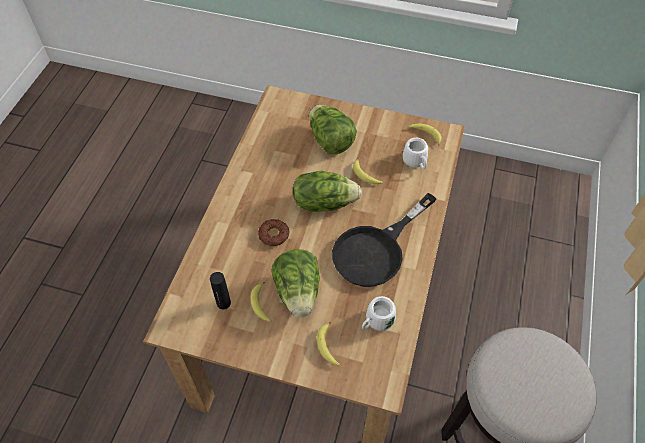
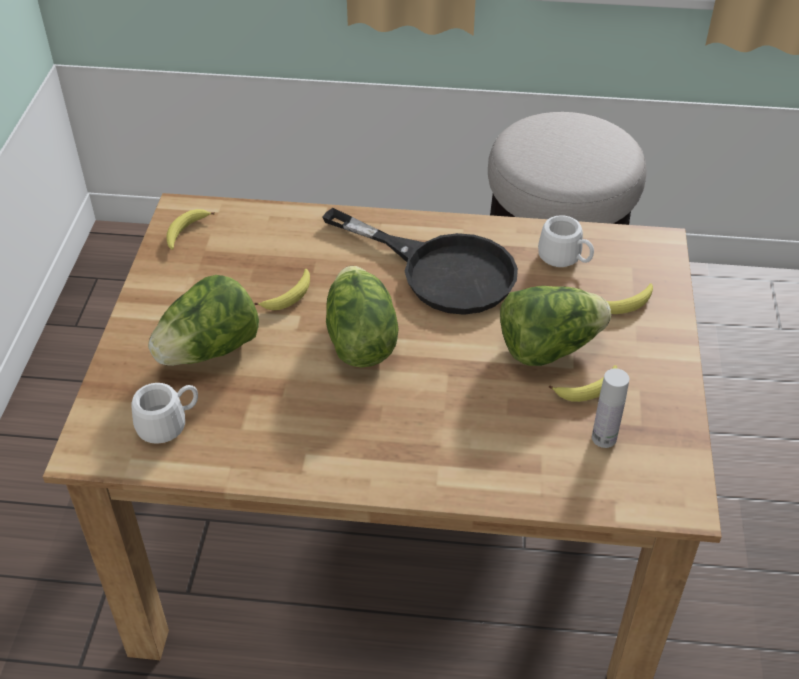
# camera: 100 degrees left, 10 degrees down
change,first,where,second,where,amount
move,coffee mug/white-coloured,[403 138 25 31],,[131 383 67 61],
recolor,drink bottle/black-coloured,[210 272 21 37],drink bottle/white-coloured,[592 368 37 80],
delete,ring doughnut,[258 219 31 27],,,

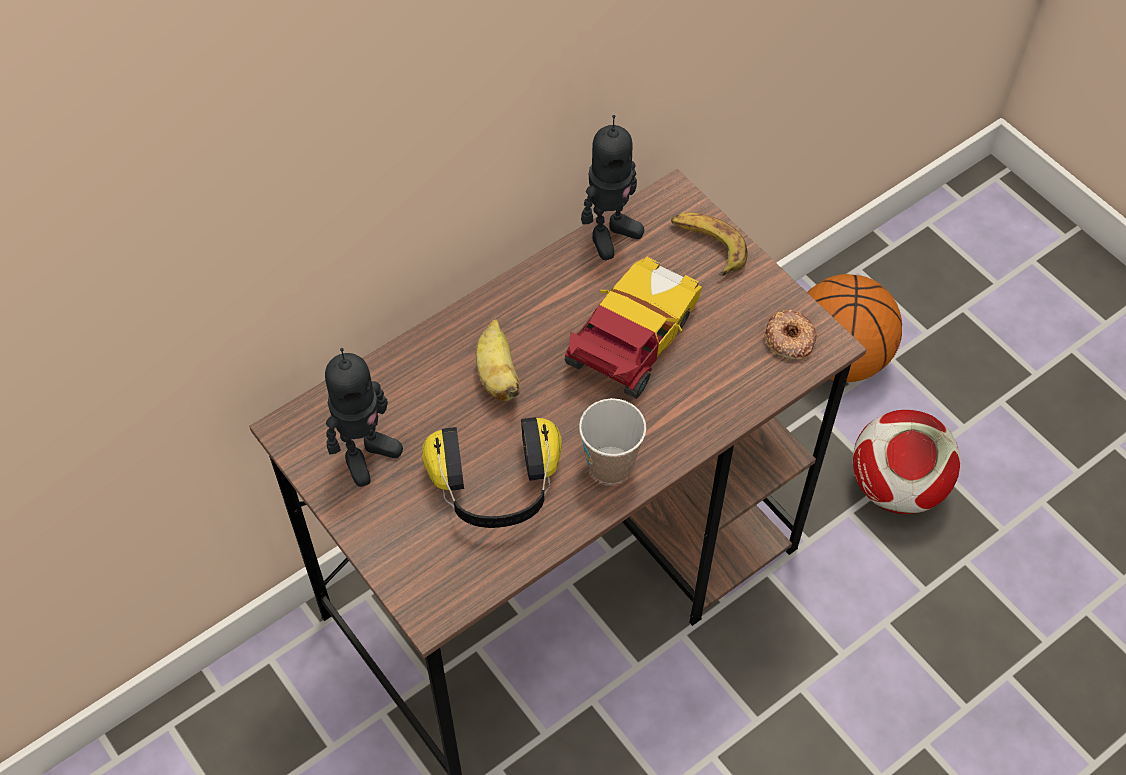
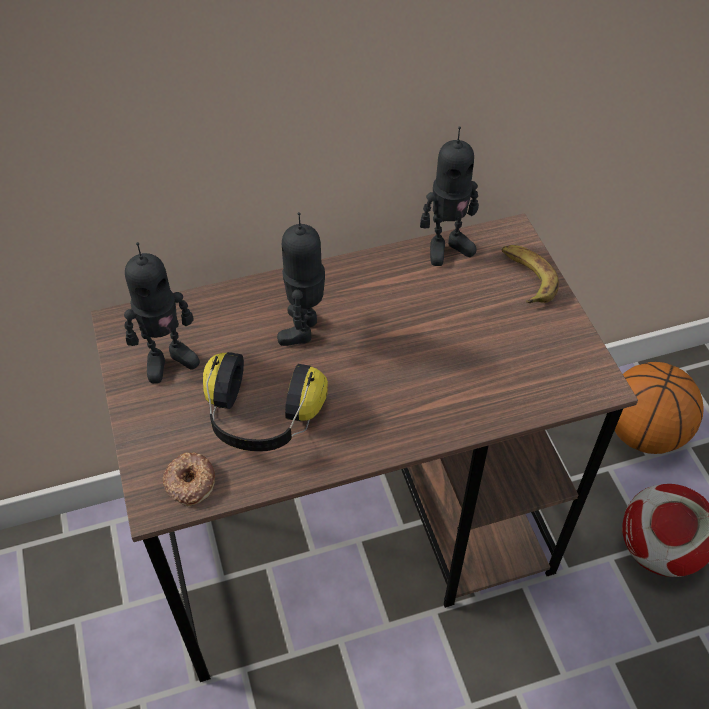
# camera: 20 degrees right, 5 degrees down
change,first,where,second,where,amount
move,ring doughnut,[764 310 53 50],,[163 452 52 54],
replace,banana,[476 319 44 82],toy robot,[277 212 48 134],
delete,miniature car,[565 256 137 143],,,
delete,small cup,[579 398 67 86],,,

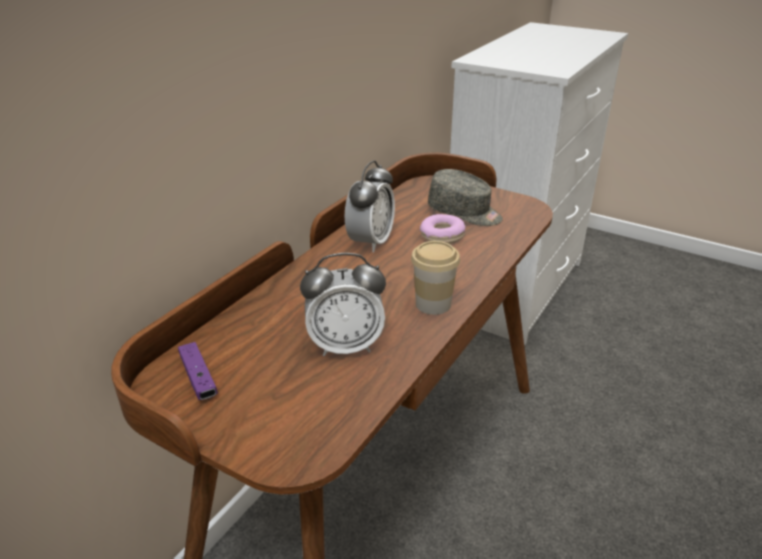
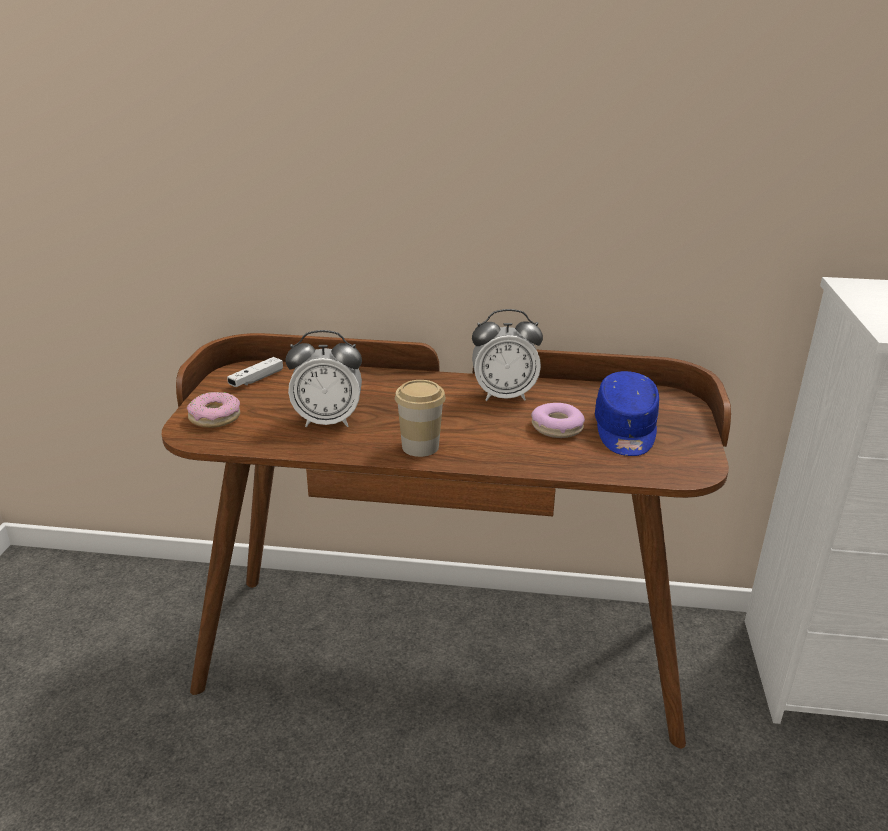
# camera: 65 degrees right, 5 degrees down
change,first,where,second,where,amount
insert,,,ring doughnut,[187 392 53 36],
recolor,joypad/purple,[178 342 40 58],joypad/white-coloured,[227 357 56 30],
rotate,table clock,[300 253 86 103],,[286 330 76 97],60 degrees counterclockwise
recolor,peaked cap/gray,[428 169 75 57],peaked cap/bluish,[595 371 64 85],

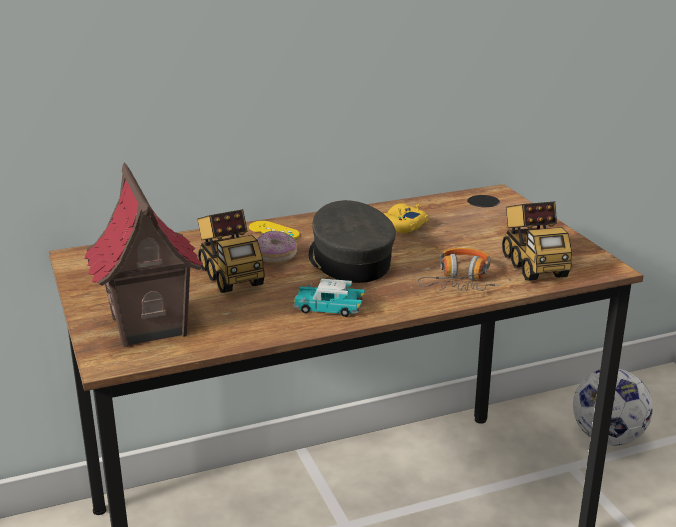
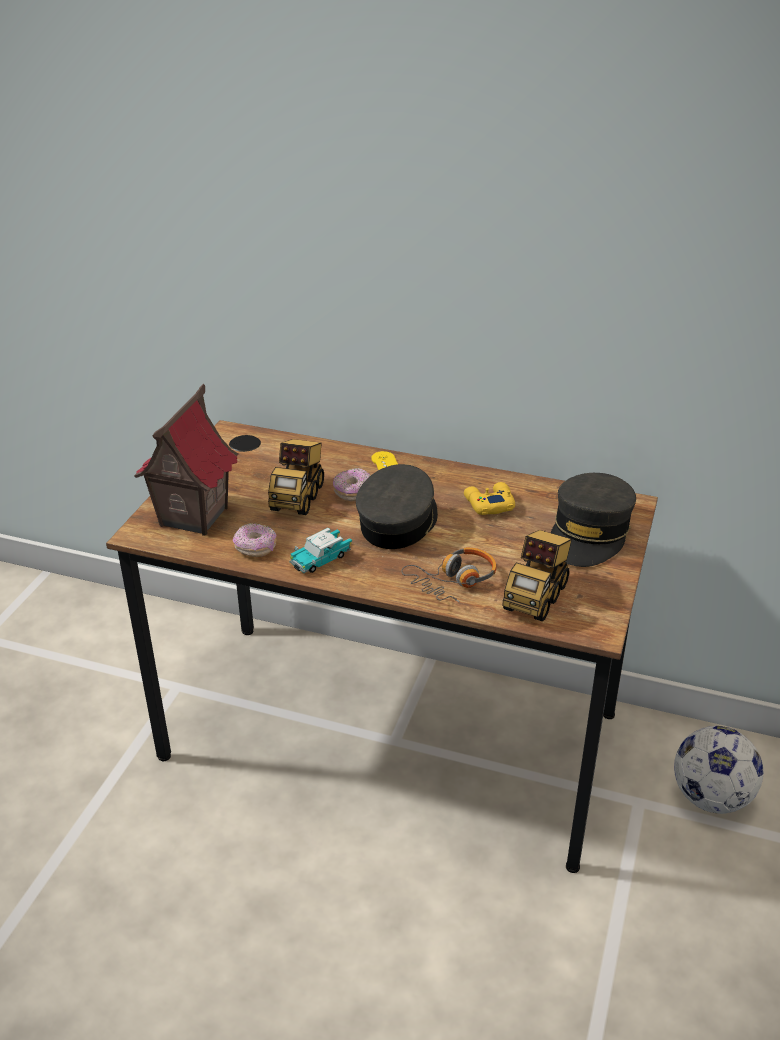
# camera: 40 degrees right, 10 degrees up
change,first,where,second,where,amount
insert,,,ring doughnut,[233 523 44 34],
rotate,miniature car,[293 279 72 38],,[289 528 63 45],90 degrees counterclockwise
insert,,,peaked cap/gray,[551 473 85 94],

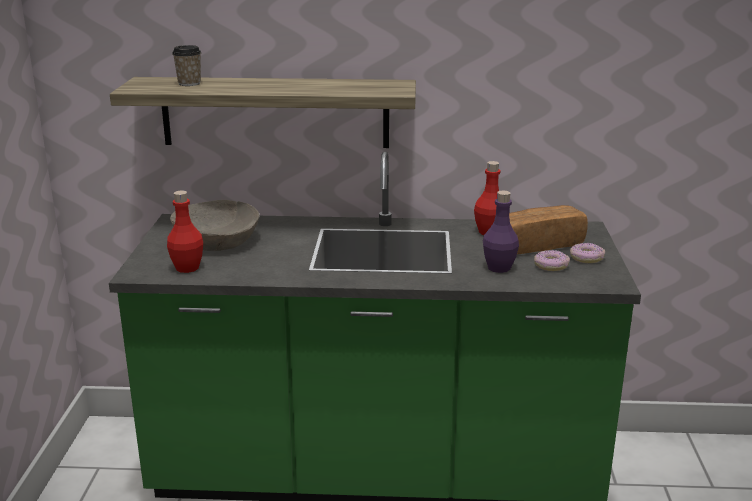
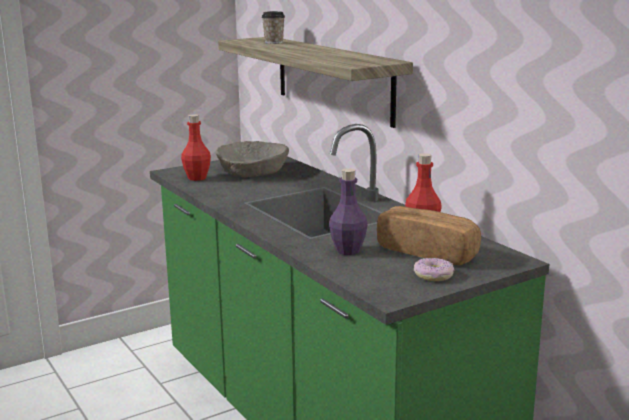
# camera: 55 degrees right, 5 degrees down
change,first,where,second,where,amount
delete,ring doughnut,[534 250 36 21],,,

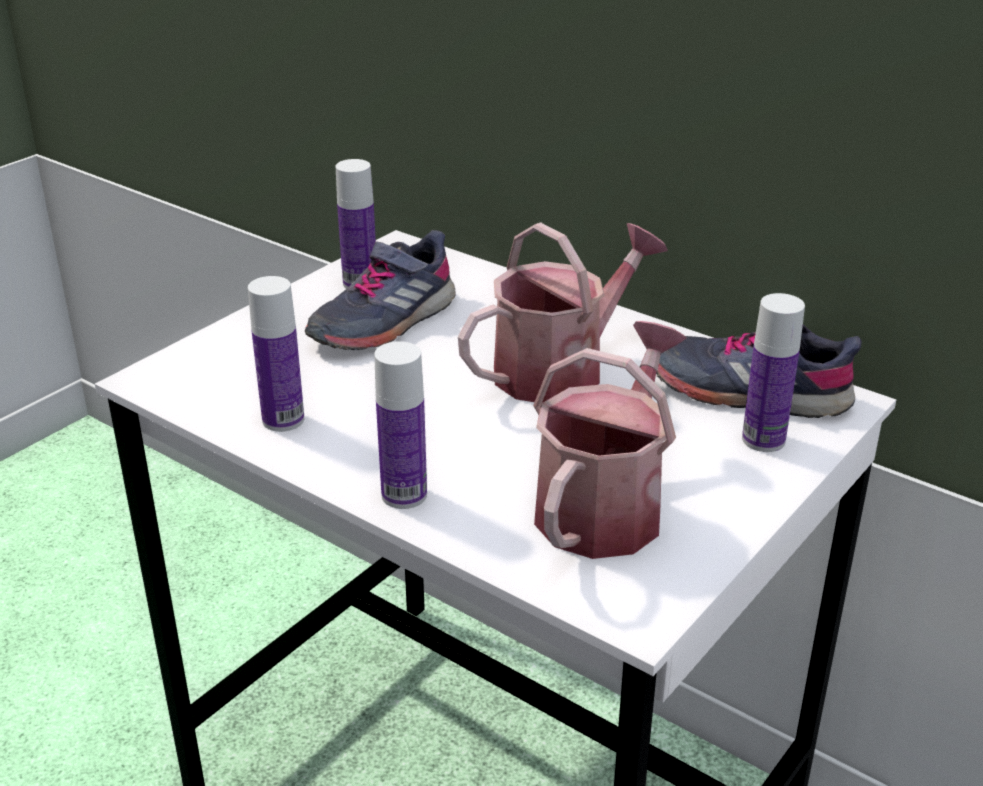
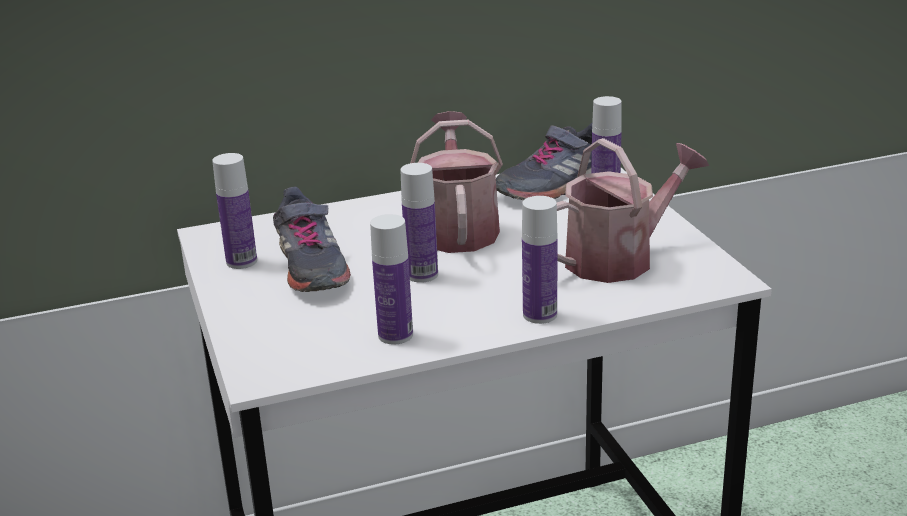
# camera: 55 degrees left, 5 degrees down
change,first,where,second,where,amount
insert,,,drink bottle,[400 163 38 120],
rotate,watering can,[533 321 154 238],,[557 138 152 145],90 degrees clockwise

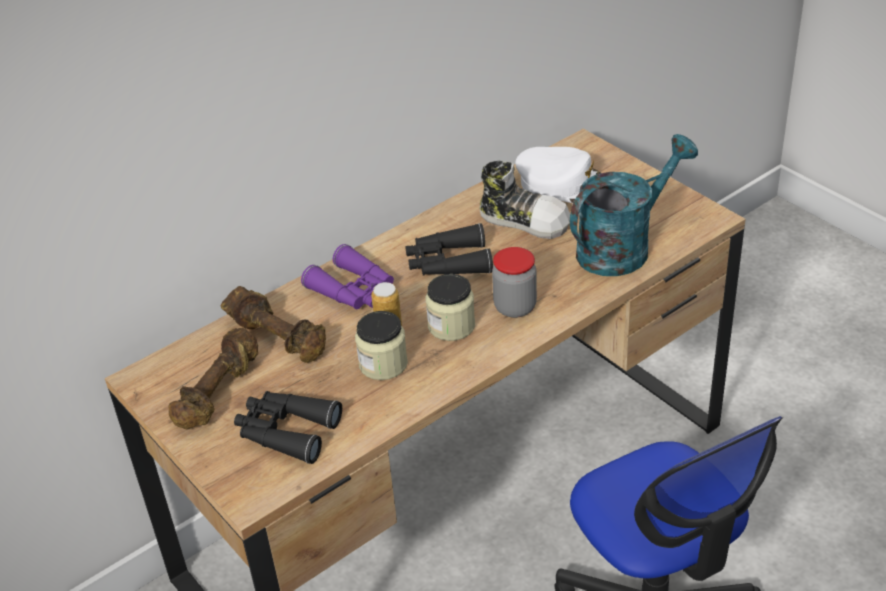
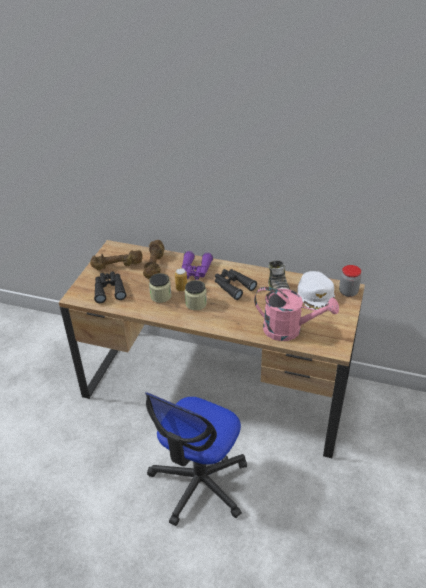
# camera: 55 degrees right, 0 degrees up
change,first,where,second,where,amount
recolor,watering can/turquoise-coloured,[570 134 128 142],watering can/pink-coloured,[254 287 85 54],
move,storage jar,[492 247 45 71],,[339 265 22 32],

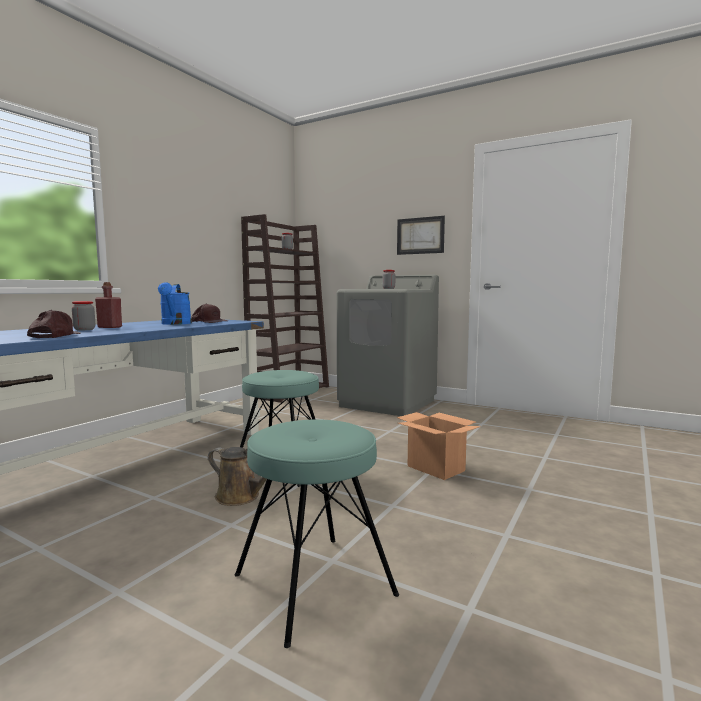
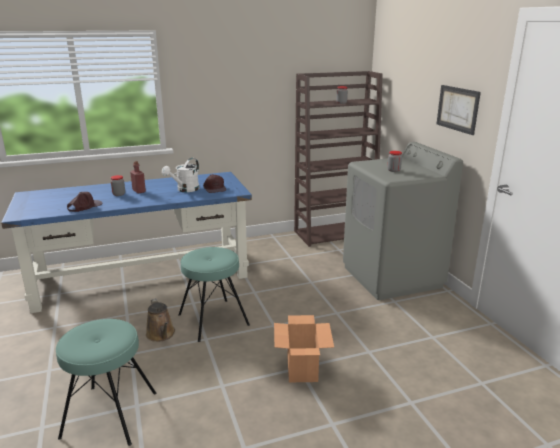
# camera: 40 degrees right, 15 degrees up
change,first,where,second,where,amount
recolor,watering can/bluish,[158 282 34 43],watering can/white-coloured,[162 158 37 34],

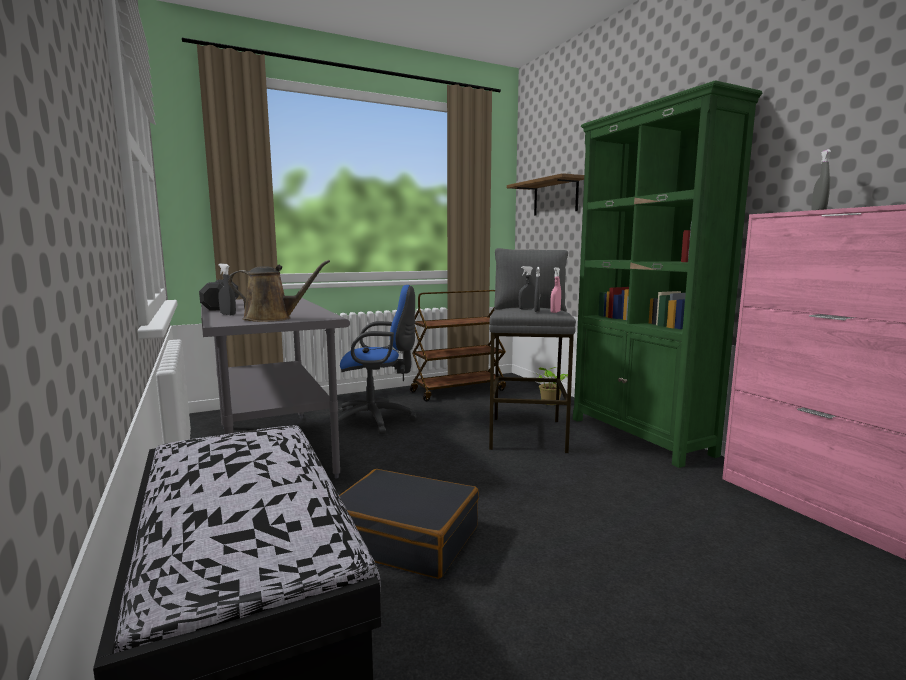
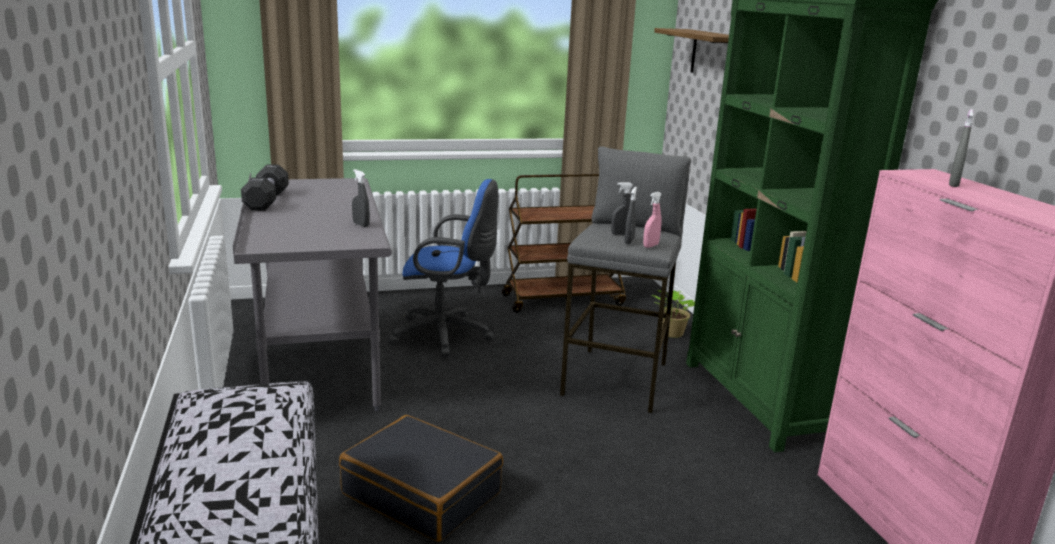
# camera: 10 degrees right, 10 degrees up
change,first,where,second,where,amount
move,sprayer/gray,[218 263 18 52],,[352 169 18 58],
delete,watering can/brownish,[228 260 102 62],,,

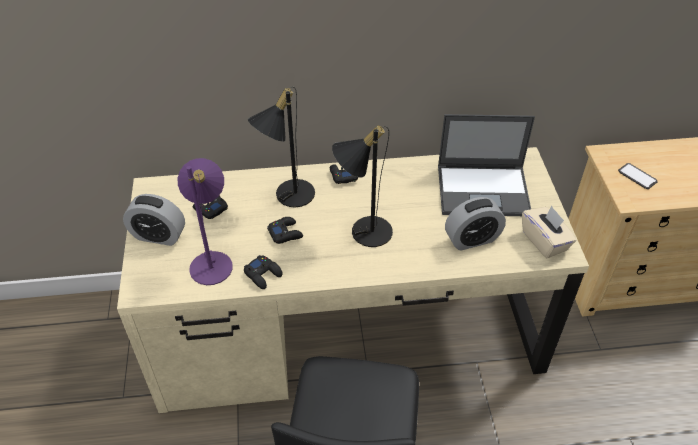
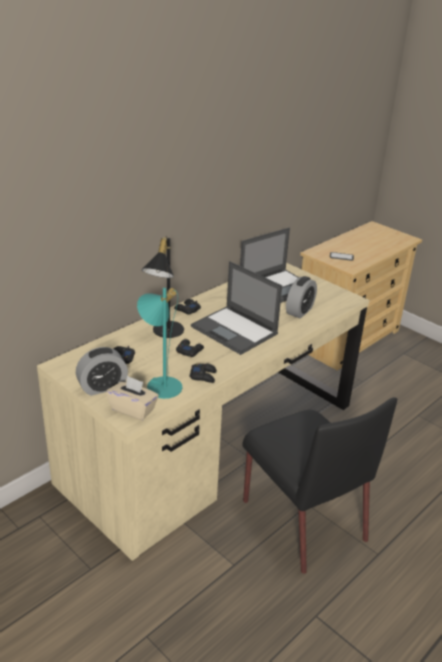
# camera: 40 degrees left, 15 degrees down
change,first,where,second,where,amount
move,tissue box/sand-coloured,[522 206 55 52],,[106 376 53 45],
recolor,tabletop lamp/purple,[178 158 55 127],tabletop lamp/turquoise-coloured,[137 288 45 111],
replace,tabletop lamp/black-coloured,[332 125 61 122],notebook computer,[191 261 91 94],

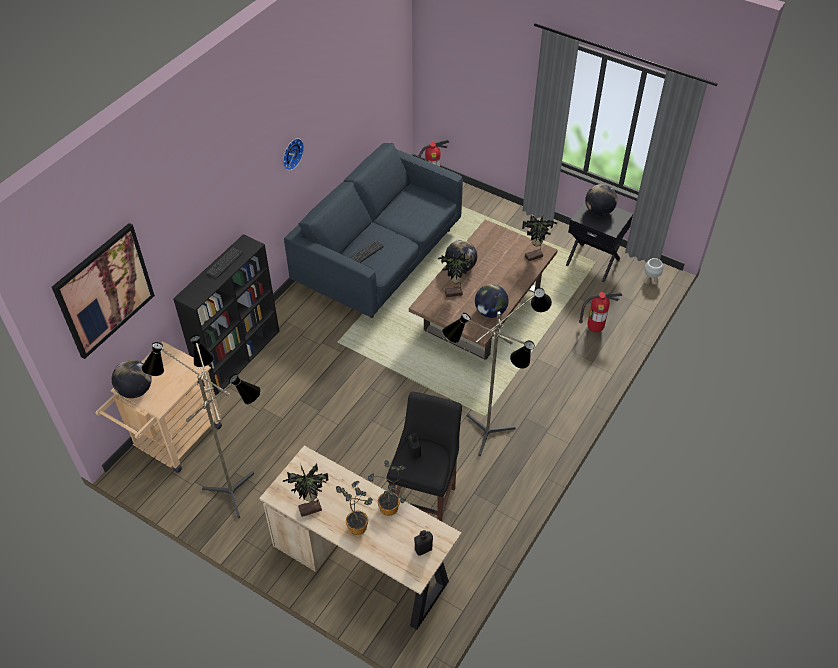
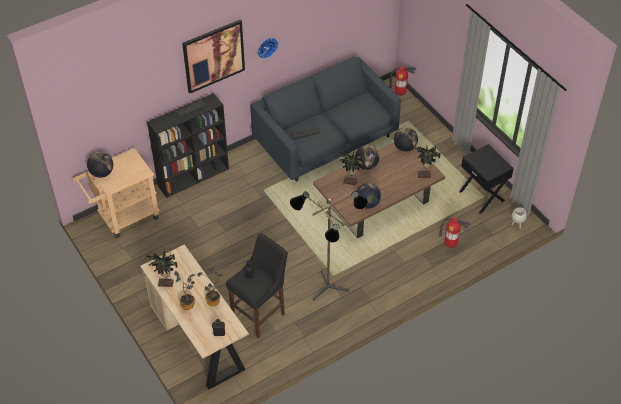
# camera: 25 degrees right, 0 degrees up
change,first,where,second,where,amount
move,wall picture,[52 223 103 136],,[182 20 63 73],
move,desk globe,[585 184 32 32],,[394 127 24 25],
delete,floor lamp,[142 335 119 183],,,

